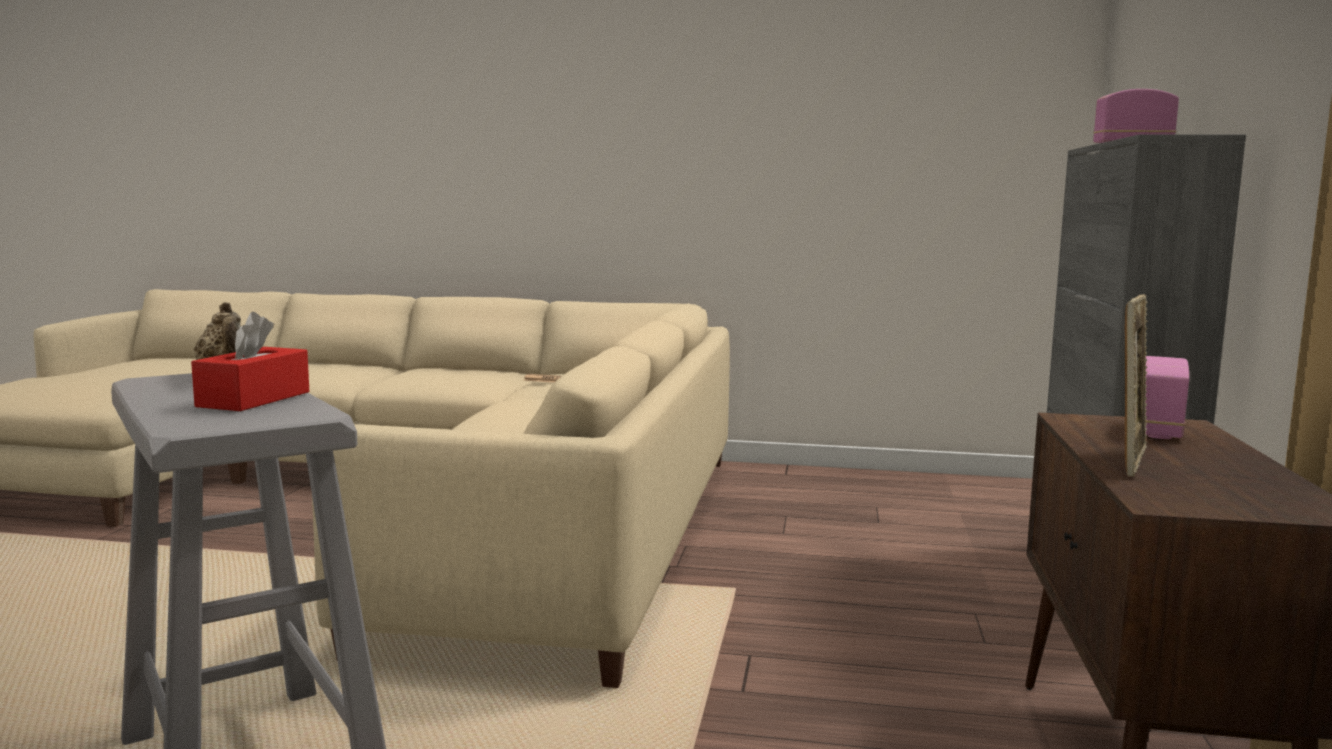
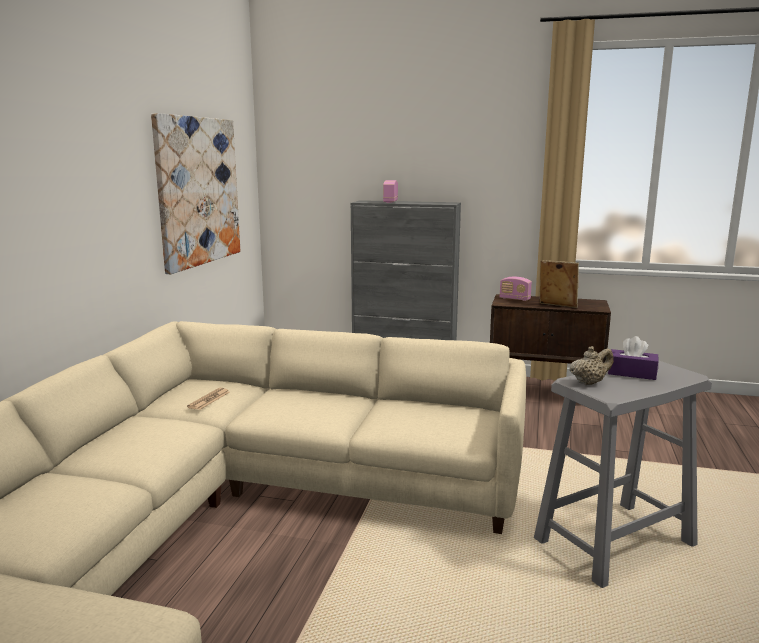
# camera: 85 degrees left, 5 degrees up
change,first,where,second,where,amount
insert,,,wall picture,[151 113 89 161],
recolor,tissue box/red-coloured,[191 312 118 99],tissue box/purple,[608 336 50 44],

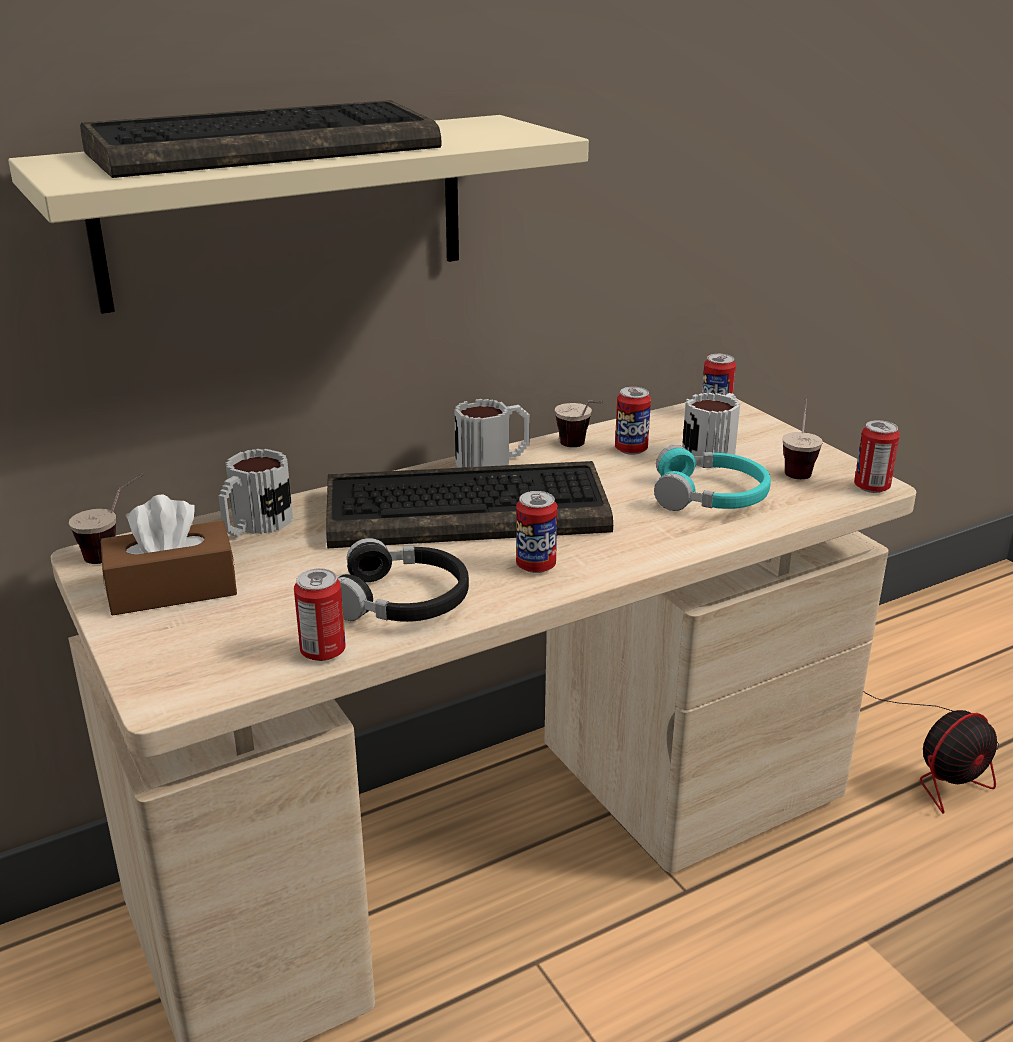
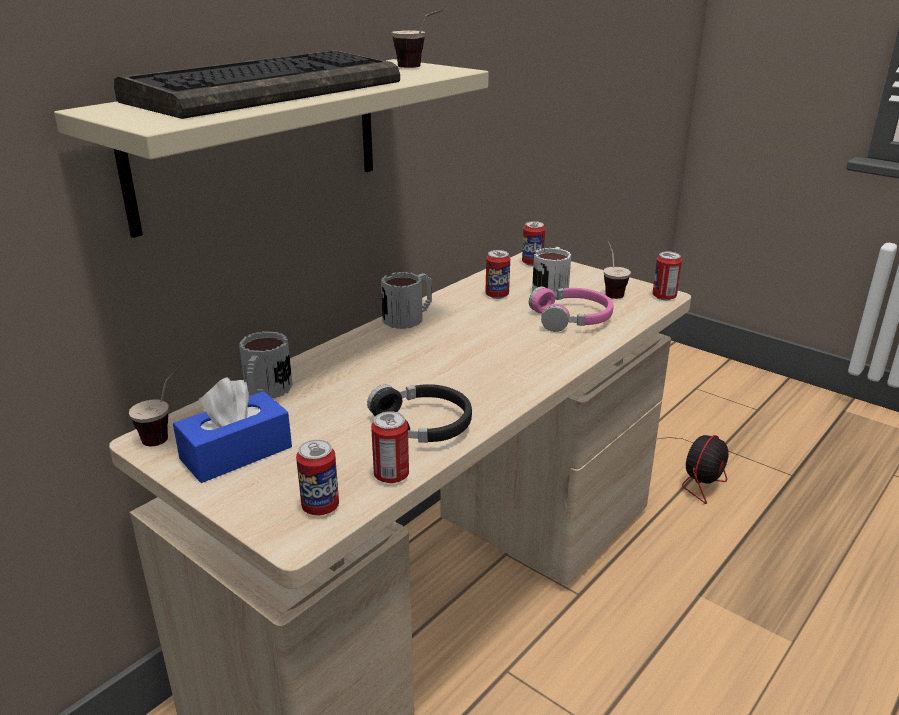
# camera: 20 degrees left, 0 degrees up
change,first,where,second,where,amount
recolor,tissue box/brownish,[101 494 136 121],tissue box/bluish,[173 377 119 106],
move,can,[516 491 41 82],,[296 440 43 75],
move,small cup,[555 401 48 46],,[392 9 51 59],
recolor,headphones/turquoise-coloured,[654 445 117 66],headphones/pink-coloured,[529 286 84 46],
delete,keyboard,[326 461 287 87],,,

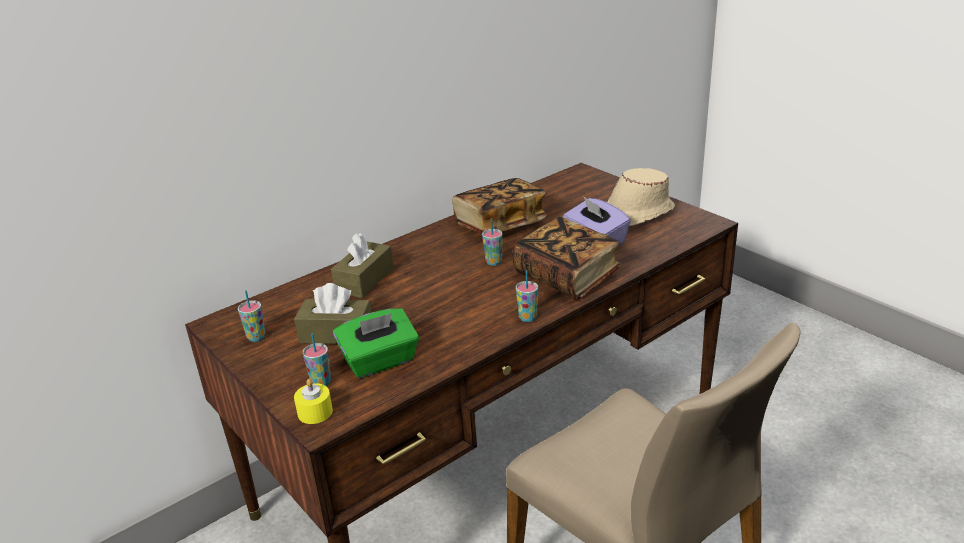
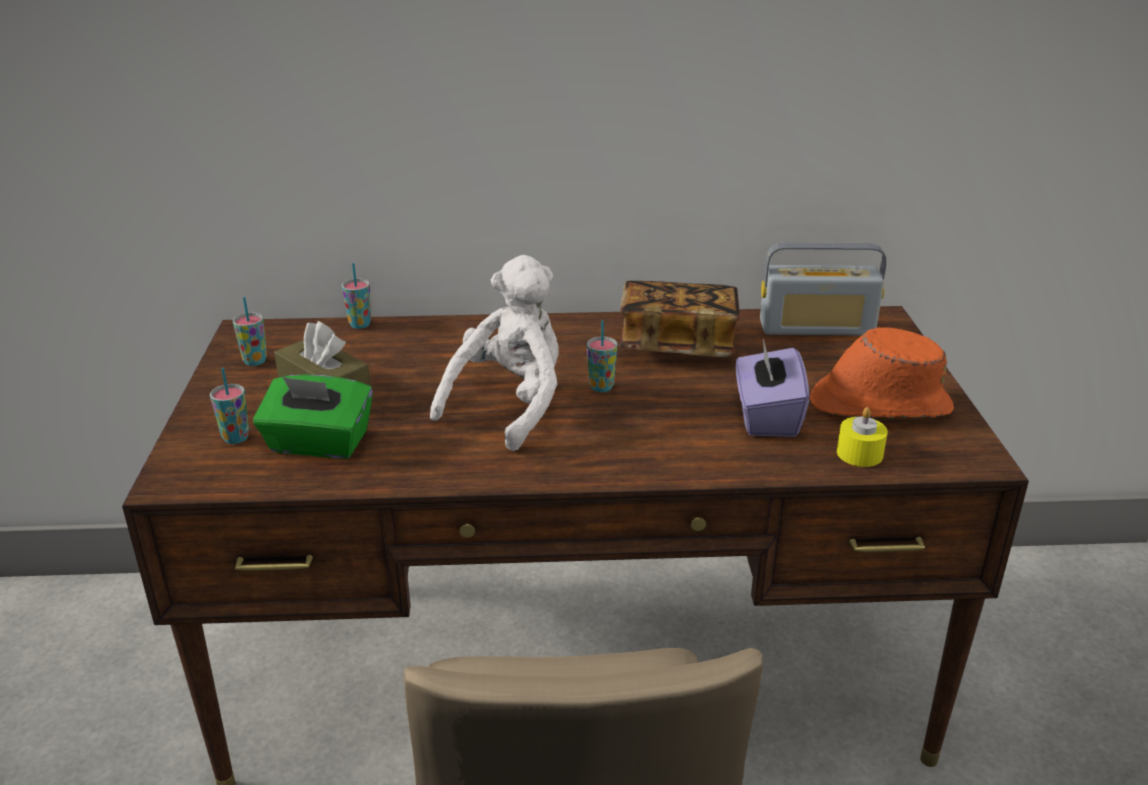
# camera: 35 degrees right, 0 degrees up
change,first,where,second,where,amount
move,small cup,[516 270 22 52],,[342 263 29 66],
insert,,,plush toy/white-coloured,[430 255 129 196],
insert,,,radio receiver,[760 242 126 94],
recolor,wearable hat/sand-coloured,[607 168 68 59],wearable hat/orange,[810 327 144 91],
move,wax light/yellow-coloured,[294 379 39 45],,[837 407 51 60],
delete,tissue box/brownish,[331 233 62 65],,,
delete,bound book,[512 216 110 84],,,

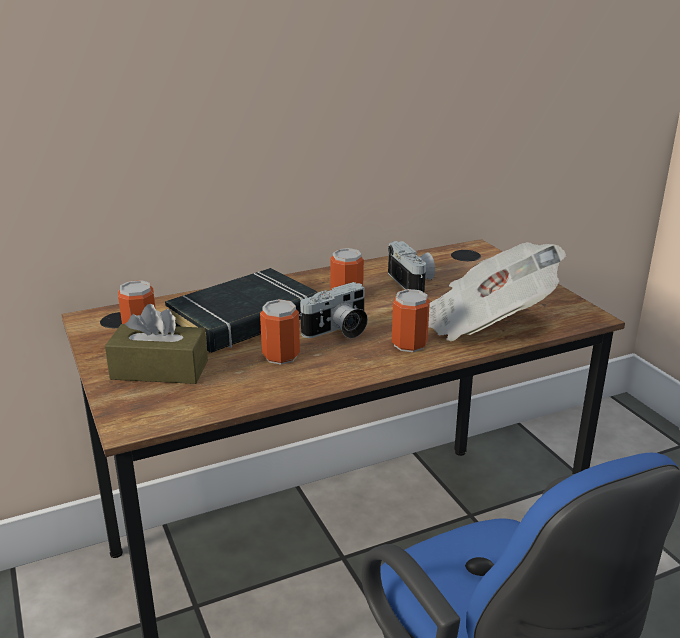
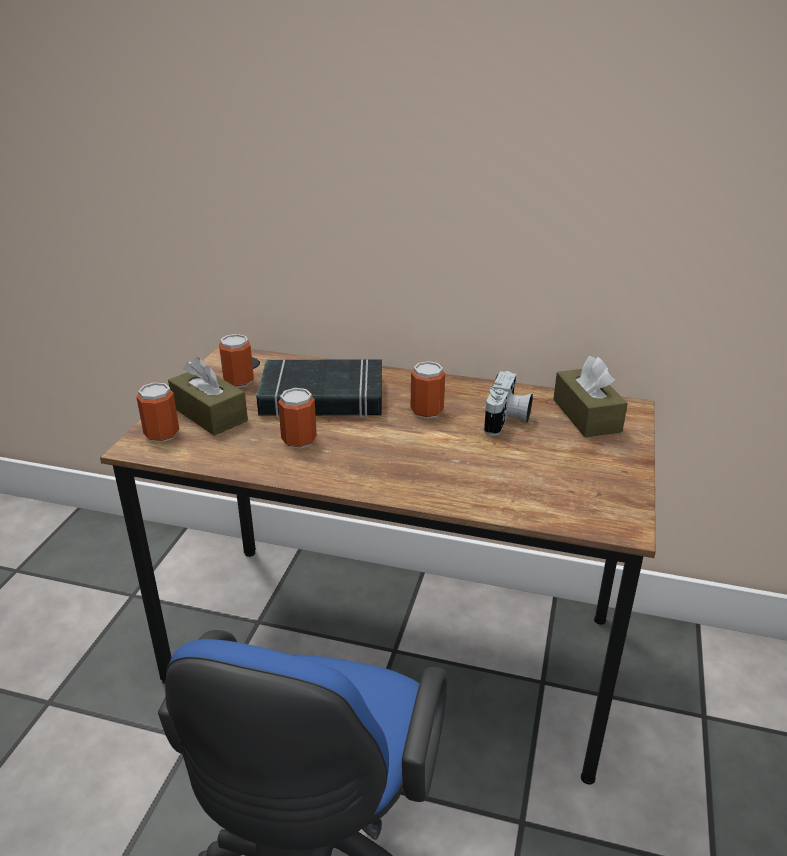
# camera: 40 degrees right, 5 degrees up
change,first,where,second,where,amount
move,can,[392 289 38 63],,[136 382 43 60],
insert,,,tissue box/brownish,[553 356 75 81],
delete,still camera,[299 282 69 57],,,
delete,printed paper,[428 242 139 99],,,

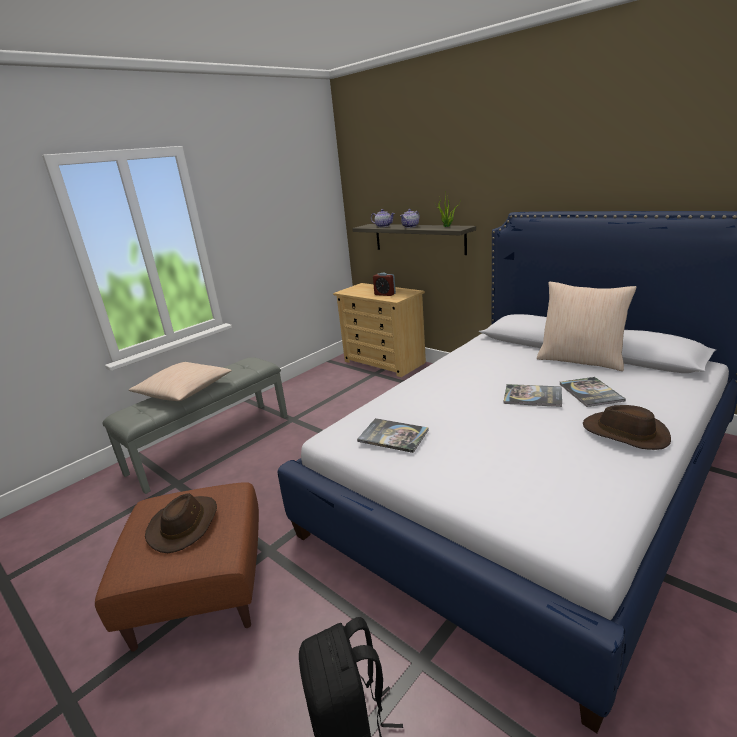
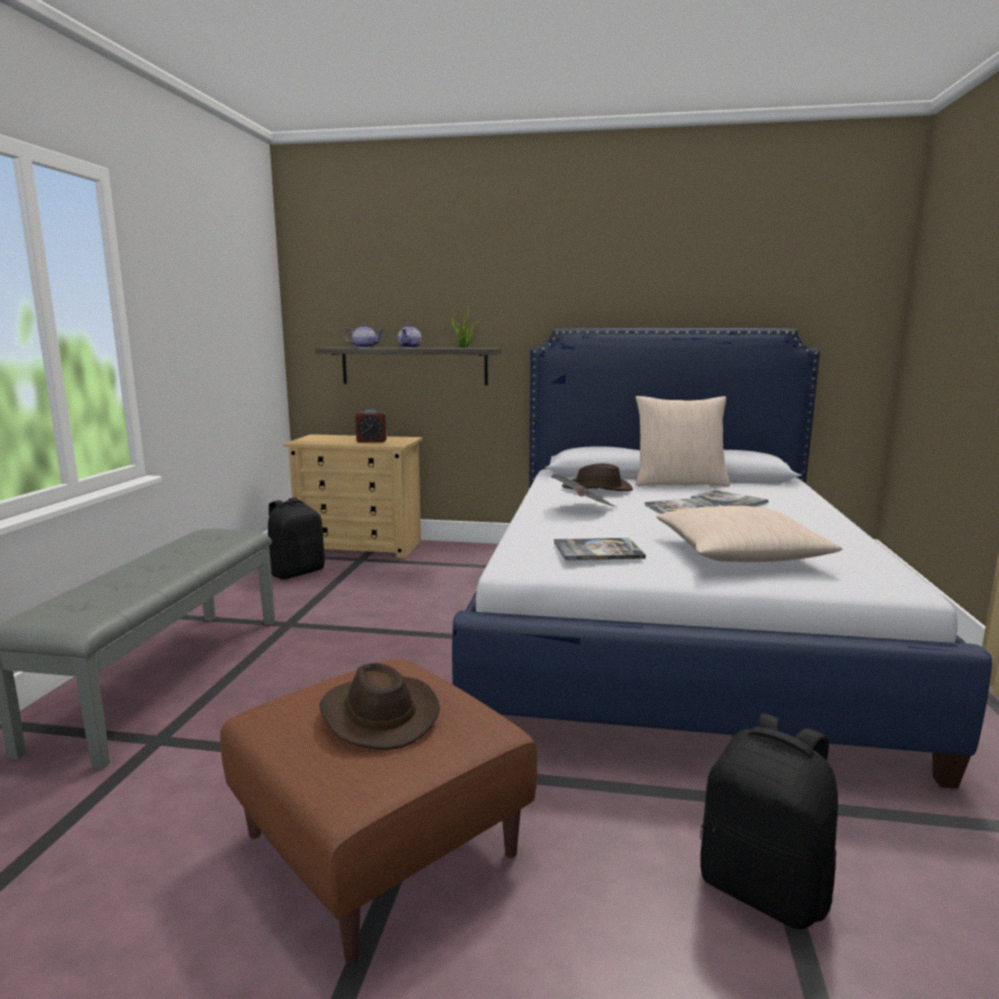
# camera: 35 degrees left, 10 degrees down
change,first,where,second,where,amount
insert,,,backpack/black-coloured,[268 497 57 82],
insert,,,printed paper,[550 474 67 33],
move,wearable hat/brownish,[583 405 88 45],,[562 463 71 28],
move,cushion/sand-coloured,[129 362 103 39],,[656 506 186 56],

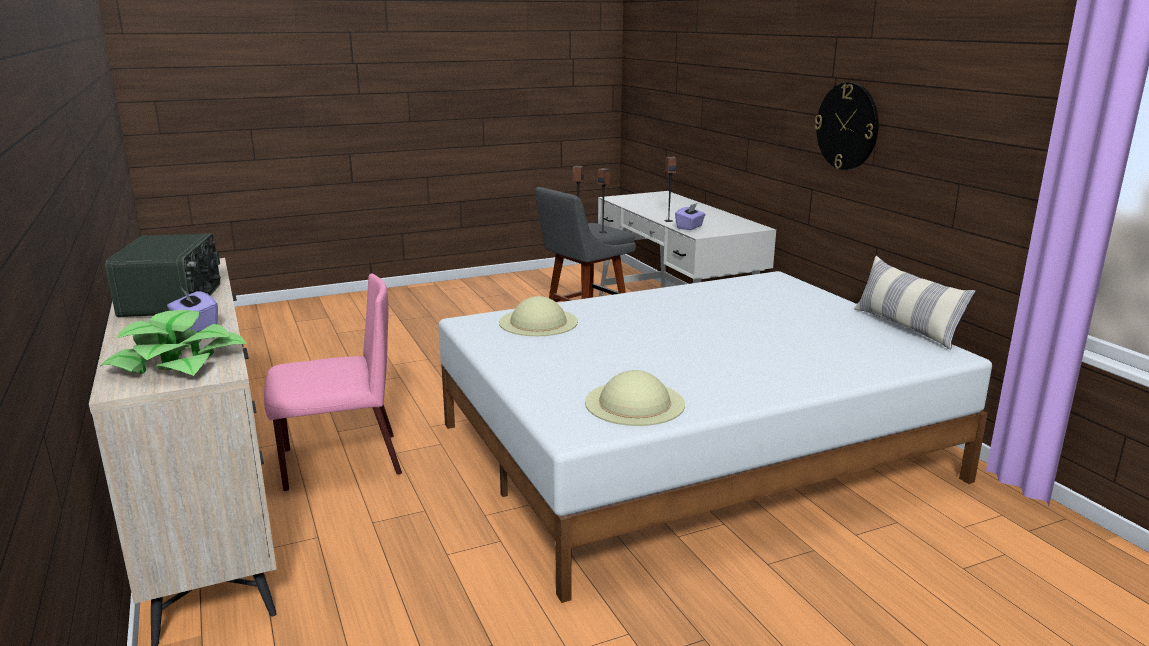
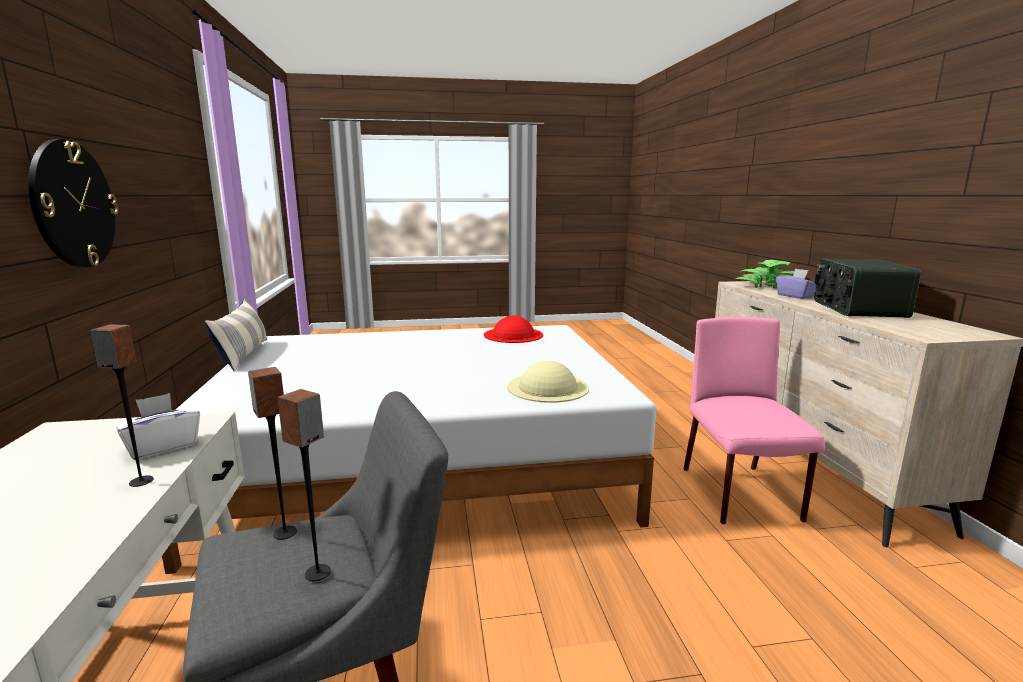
# camera: 165 degrees left, 5 degrees down
change,first,where,second,where,amount
recolor,tissue box/purple,[675 203 31 27],tissue box/white-coloured,[116 393 84 67],
recolor,wearable hat/sand-coloured,[585 370 100 56],wearable hat/red-coloured,[484 316 59 27],
rotate,plain chair/pink-coloured,[264 273 138 219],,[684 317 141 208],90 degrees clockwise

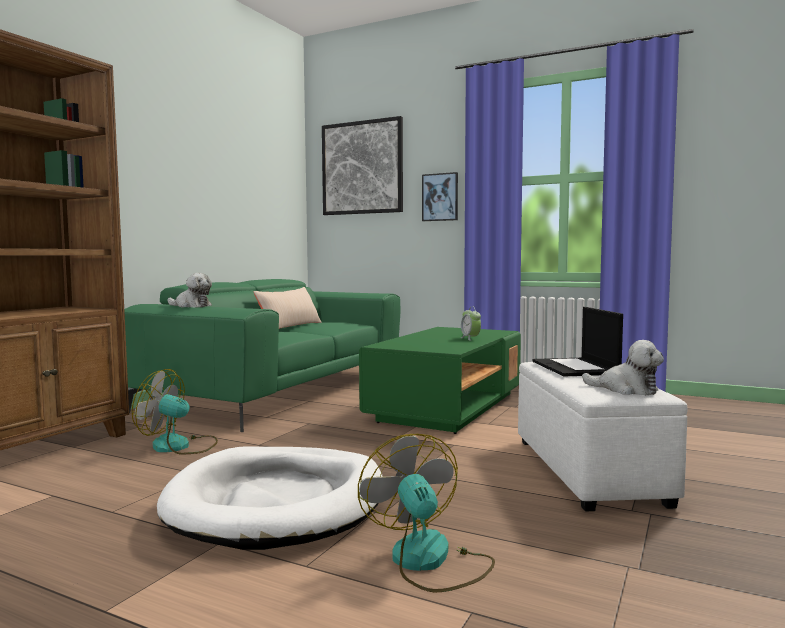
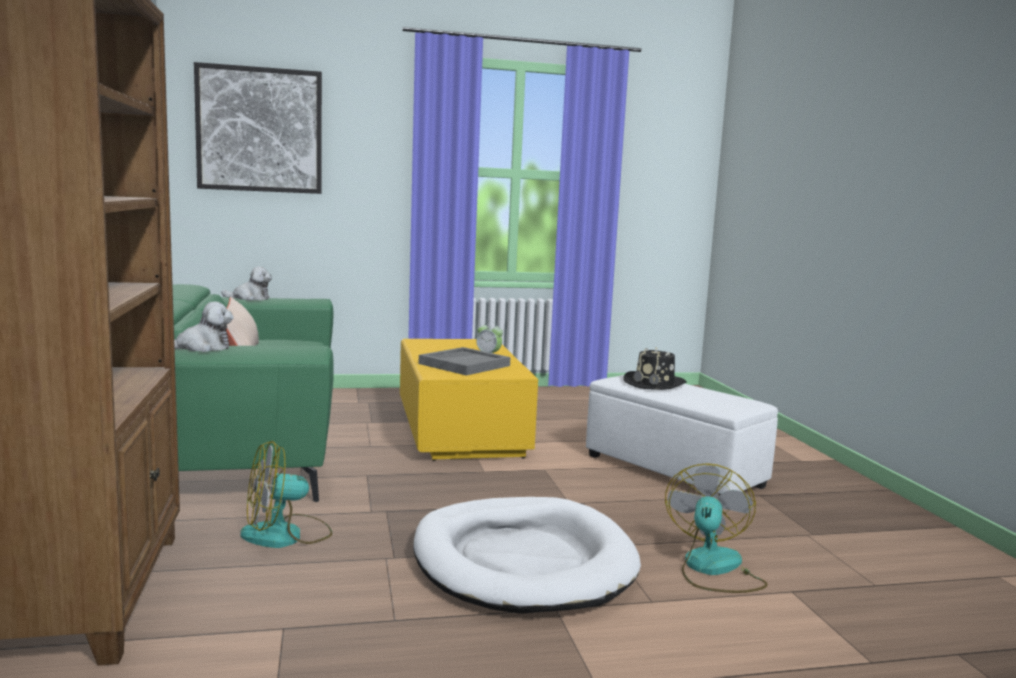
# camera: 40 degrees left, 5 degrees up
change,first,where,second,where,amount
move,plush toy,[582 340 82 55],,[221 267 51 34],
recolor,coffee table/green,[359 327 162 107],coffee table/yellow-coloured,[400 339 138 122],
insert,,,carrying tray/gray,[419 347 91 29],
replace,notebook computer,[533 307 90 70],wearable hat/black-coloured,[624 346 63 44],
rotate,fan,[358 434 137 158],,[665 463 103 130],75 degrees clockwise
delete,wall picture,[422 172 36 49],,,

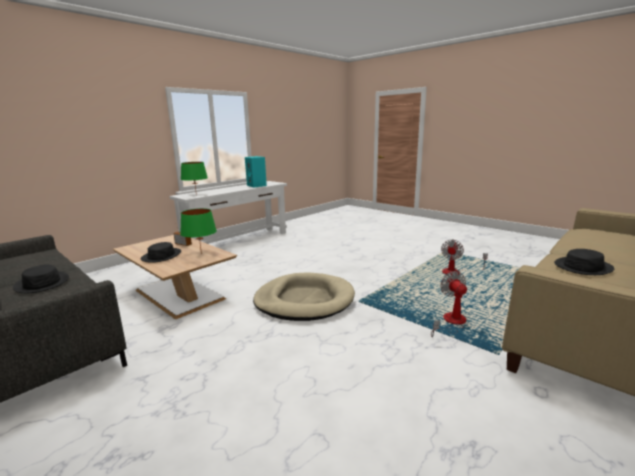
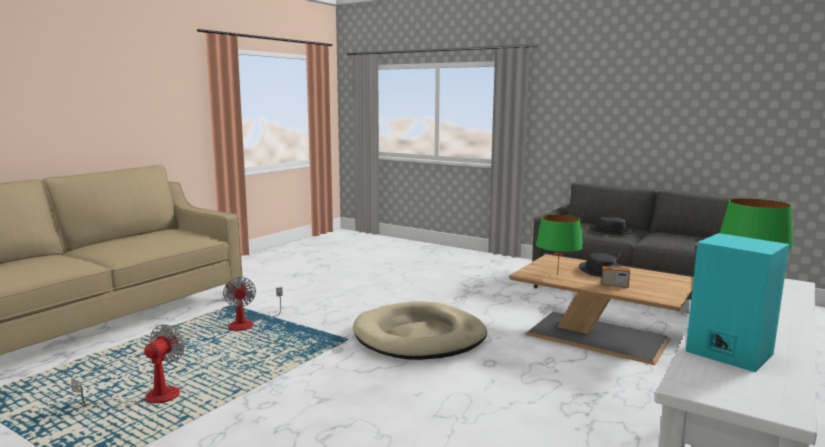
# camera: 170 degrees right, 5 degrees down
change,first,where,second,where,amount
delete,wearable hat/black-coloured,[554 249 60 26],,,

